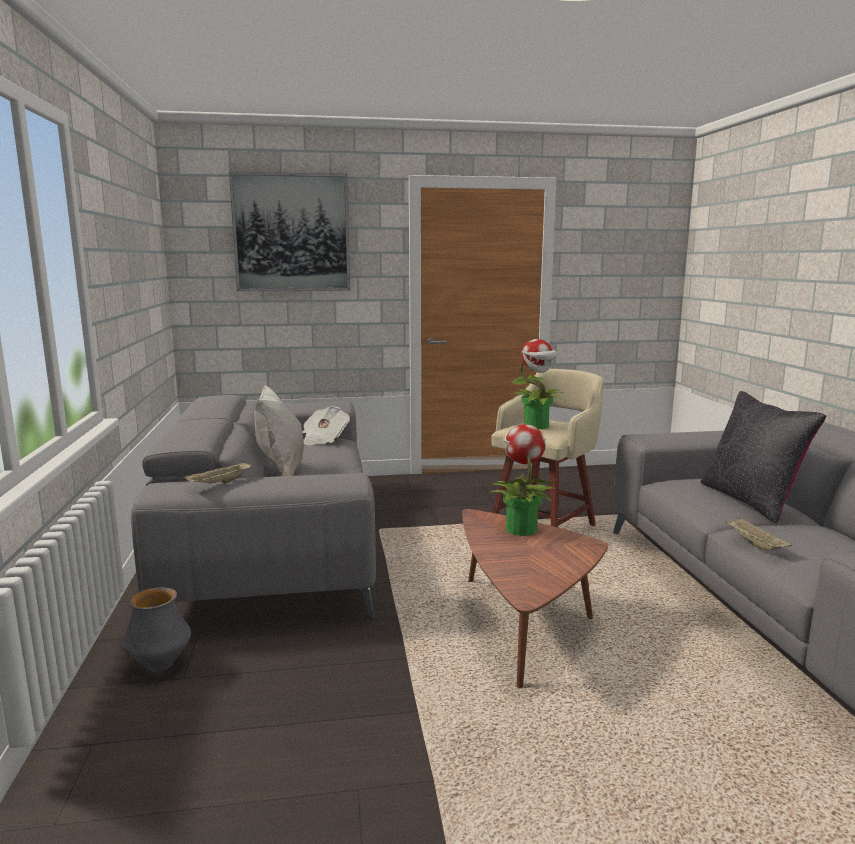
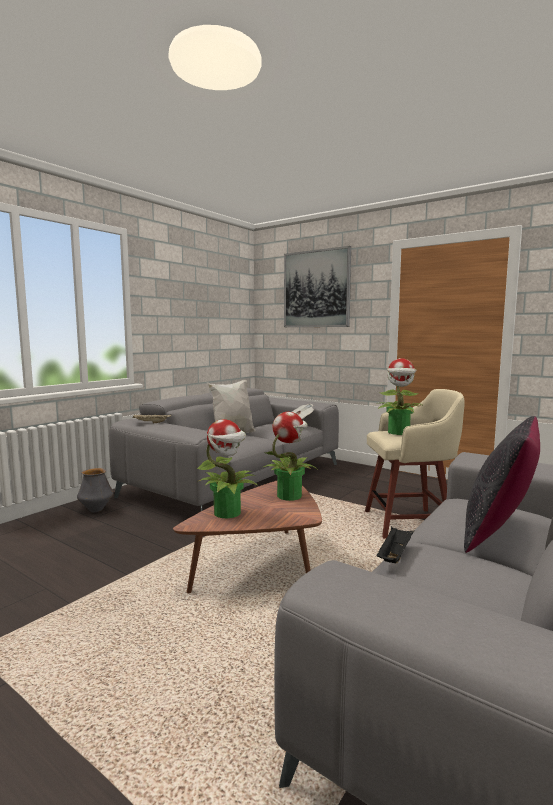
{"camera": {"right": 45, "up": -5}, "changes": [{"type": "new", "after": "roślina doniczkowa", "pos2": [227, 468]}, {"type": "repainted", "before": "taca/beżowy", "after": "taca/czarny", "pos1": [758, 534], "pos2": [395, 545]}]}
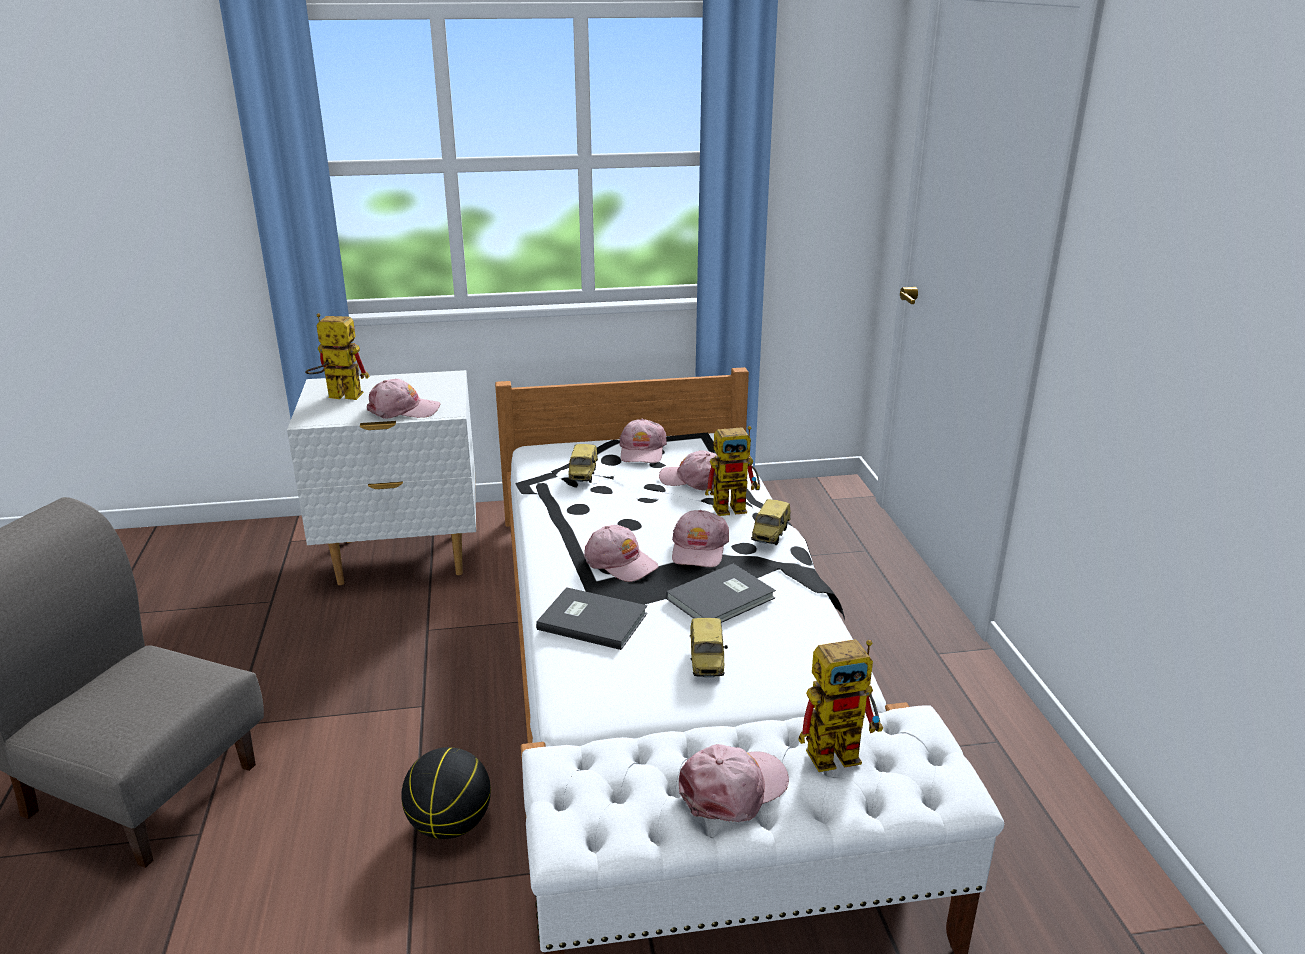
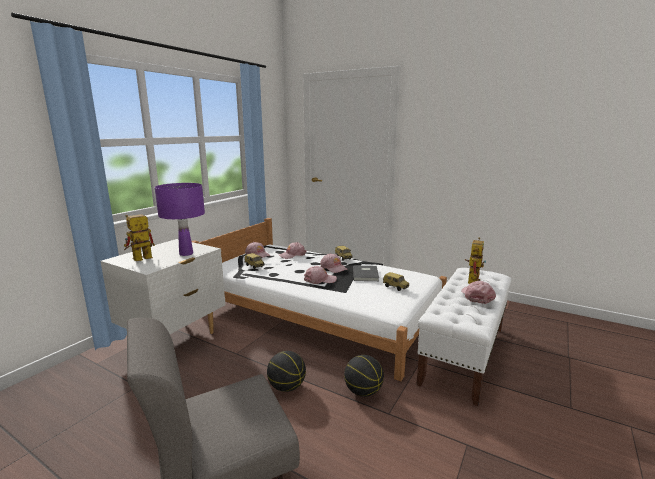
{"camera": {"right": -50, "up": -10}, "changes": [{"type": "gone", "before": "książka/szary", "pos1": [591, 618]}, {"type": "gone", "before": "robot zabawkowy", "pos1": [732, 471]}, {"type": "new", "after": "piłka do koszykówki", "pos2": [286, 371]}, {"type": "swapped", "before": "czapka z daszkiem/różowy", "after": "lampa stołowa/fioletowy", "pos1": [403, 399], "pos2": [180, 219]}]}
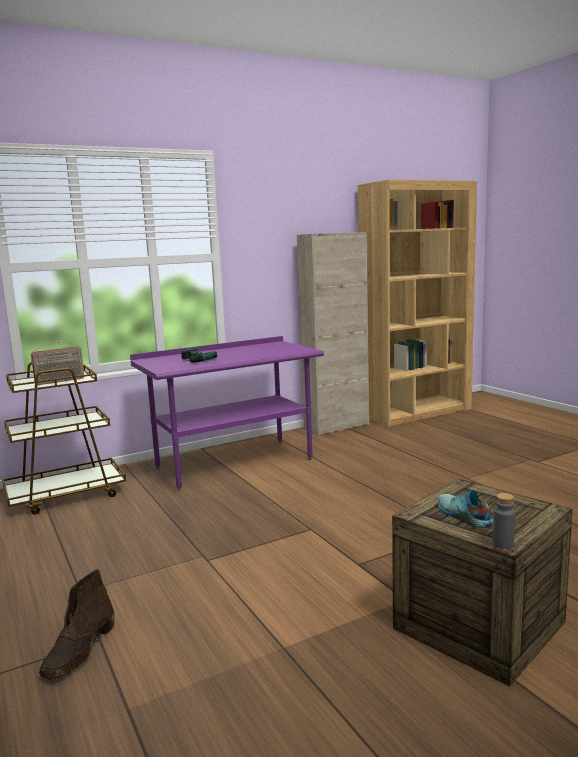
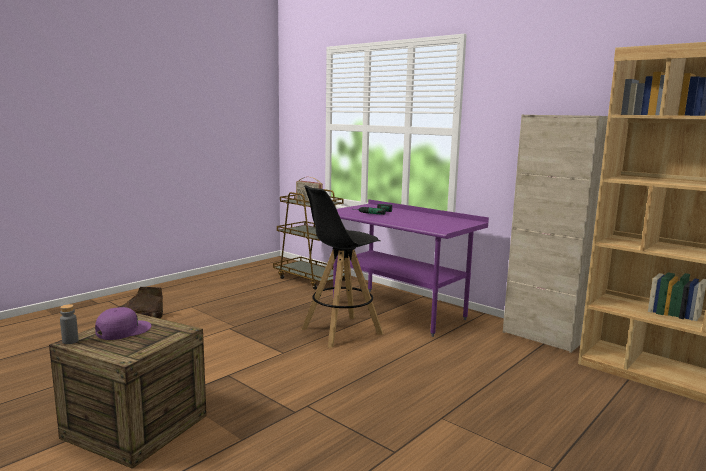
{"camera": {"right": 70, "up": 0}, "changes": [{"type": "new", "after": "stołek/czarny", "pos2": [342, 266]}, {"type": "swapped", "before": "but", "after": "czapka z daszkiem/fioletowy", "pos1": [466, 509], "pos2": [123, 323]}]}
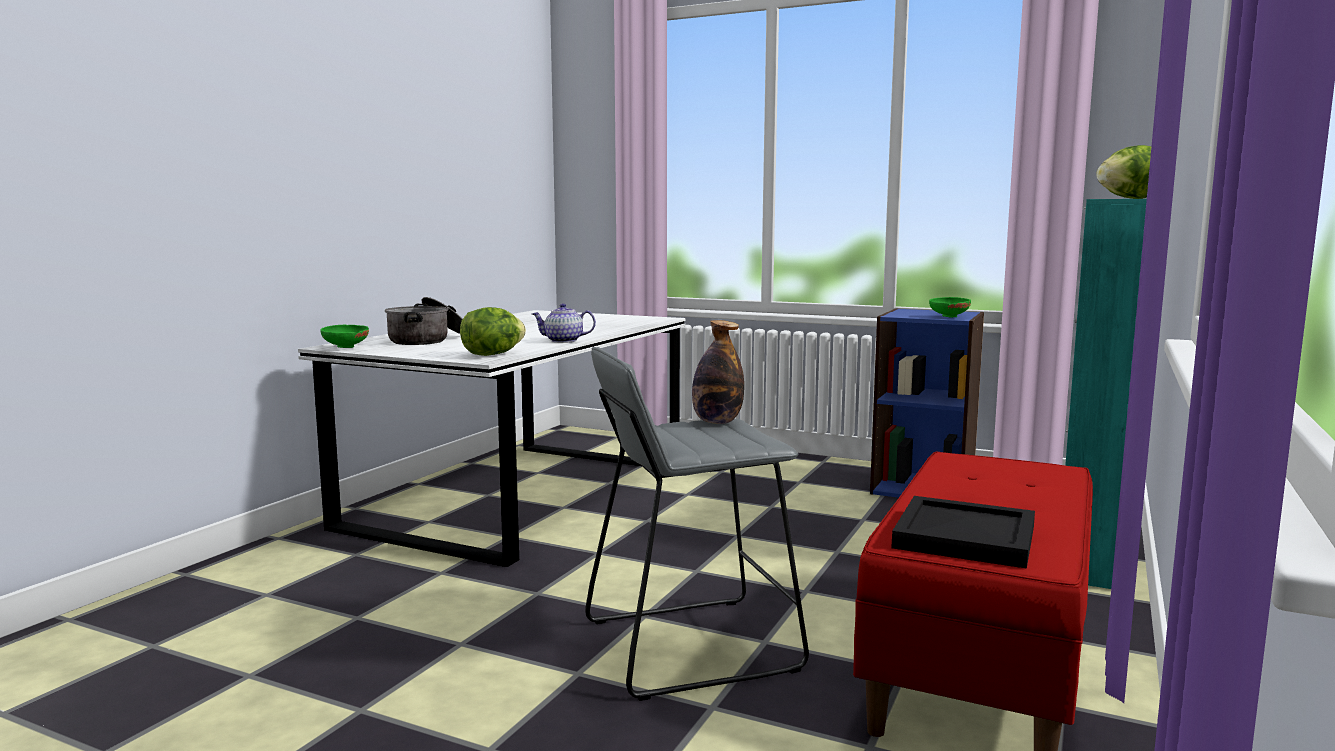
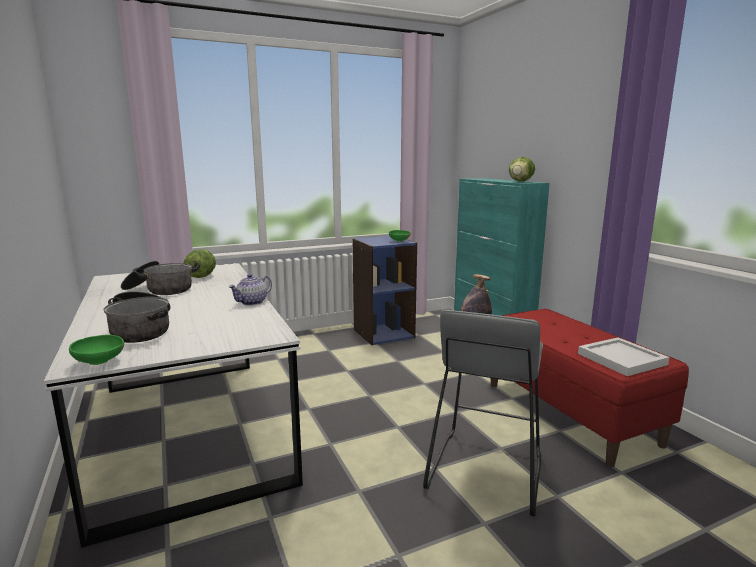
{"camera": {"right": -50, "up": 5}, "changes": [{"type": "new", "after": "garnek", "pos2": [160, 278]}, {"type": "shifted", "before": "sałata", "pos1": [493, 331], "pos2": [200, 263]}, {"type": "repainted", "before": "taca/czarny", "after": "taca/biały", "pos1": [963, 532], "pos2": [623, 356]}]}
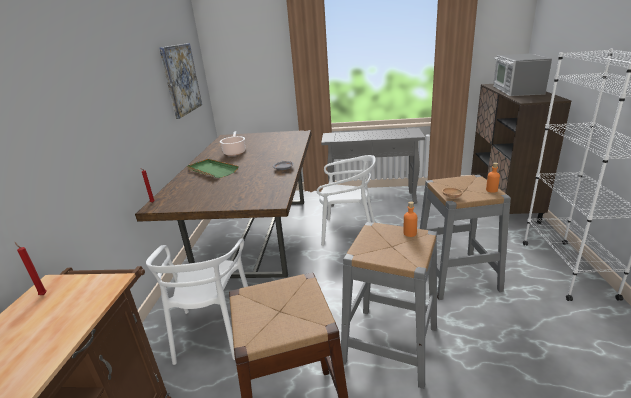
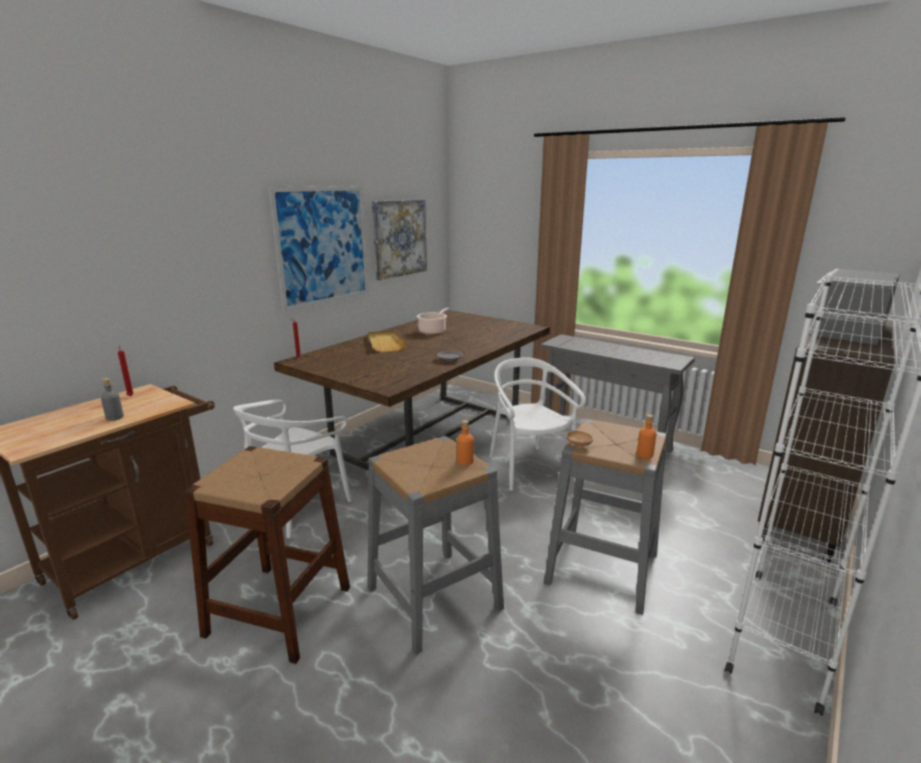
{"camera": {"right": 30, "up": -5}, "changes": [{"type": "new", "after": "butelka/szary", "pos2": [112, 399]}, {"type": "new", "after": "obraz", "pos2": [319, 249]}, {"type": "repainted", "before": "taca/zielony", "after": "taca/beżowy", "pos1": [213, 168], "pos2": [388, 341]}, {"type": "rotated", "before": "krzesło/biały", "pos1": [346, 200], "pos2": [537, 424], "turn": -150}]}
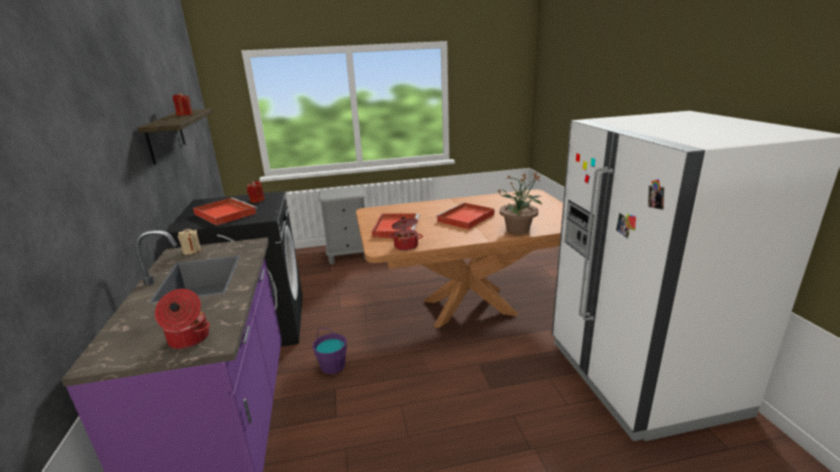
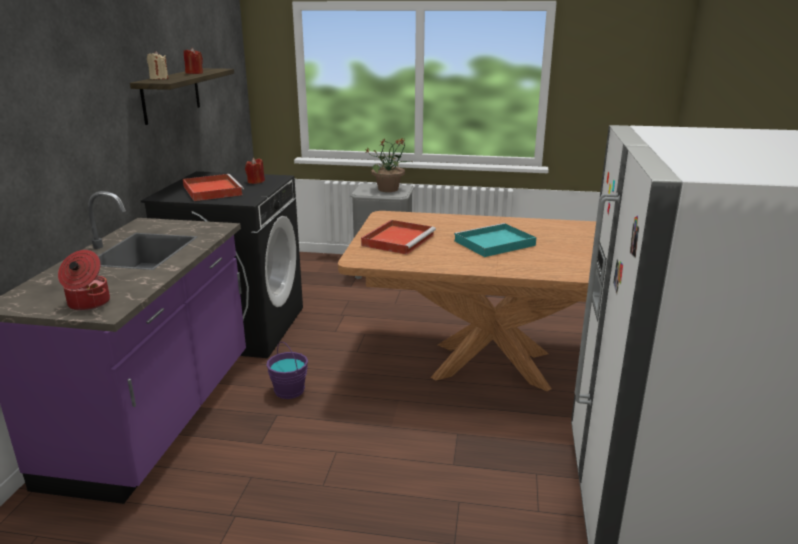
{"camera": {"right": 20, "up": 0}, "changes": [{"type": "gone", "before": "garnek", "pos1": [406, 234]}, {"type": "shifted", "before": "świeca/beżowy", "pos1": [189, 241], "pos2": [157, 65]}, {"type": "shifted", "before": "roślina doniczkowa", "pos1": [519, 203], "pos2": [389, 165]}, {"type": "repainted", "before": "taca/czerwony", "after": "taca/turkusowy", "pos1": [465, 215], "pos2": [495, 240]}]}
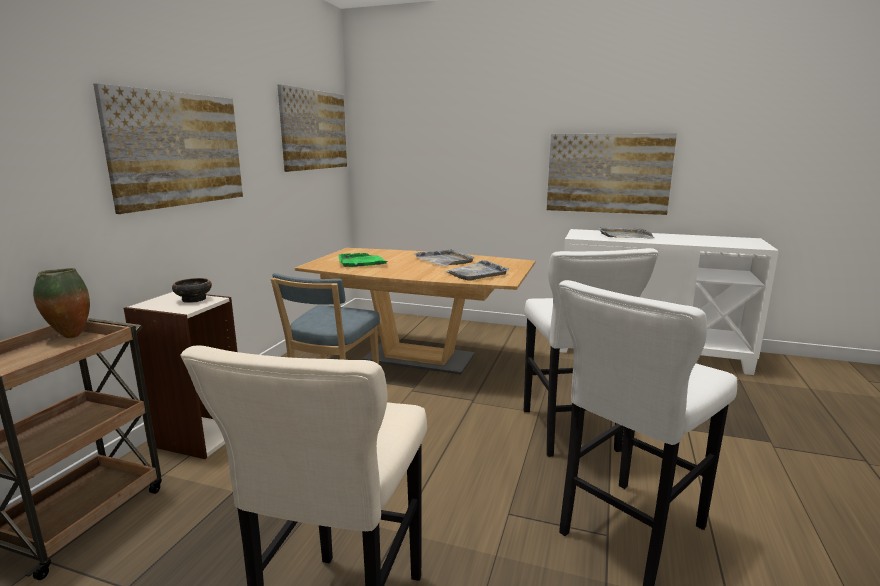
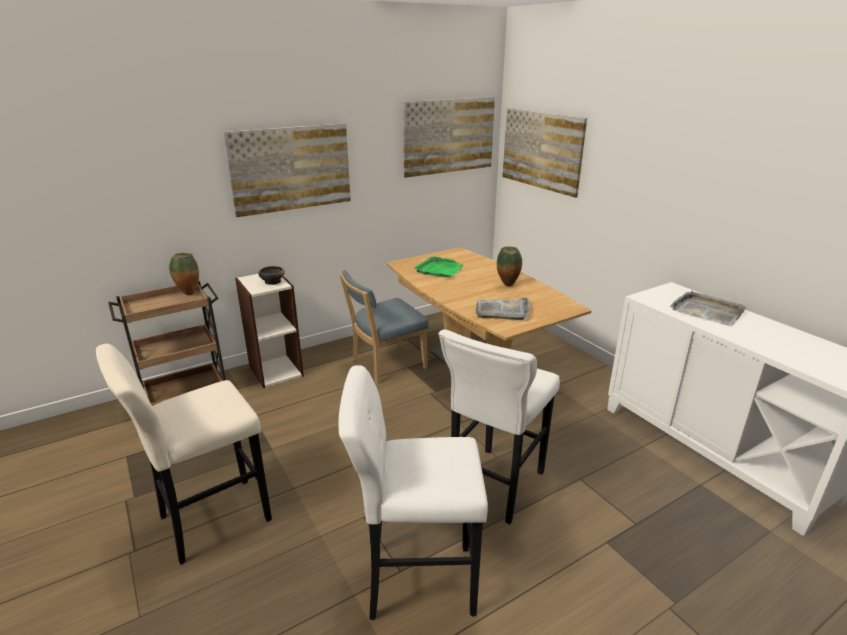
{"camera": {"right": 40, "up": 10}, "changes": [{"type": "shifted", "before": "obraz", "pos1": [612, 174], "pos2": [545, 153]}, {"type": "swapped", "before": "taca/szary", "after": "wazon", "pos1": [444, 257], "pos2": [509, 267]}]}
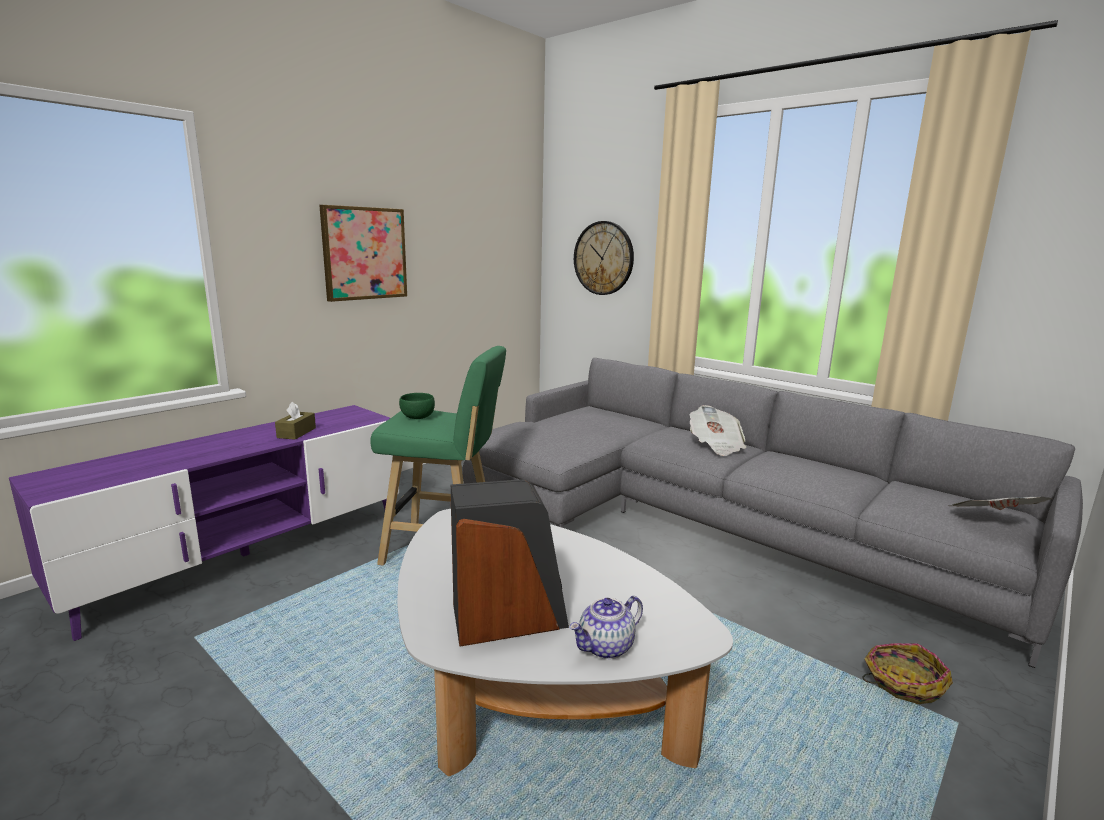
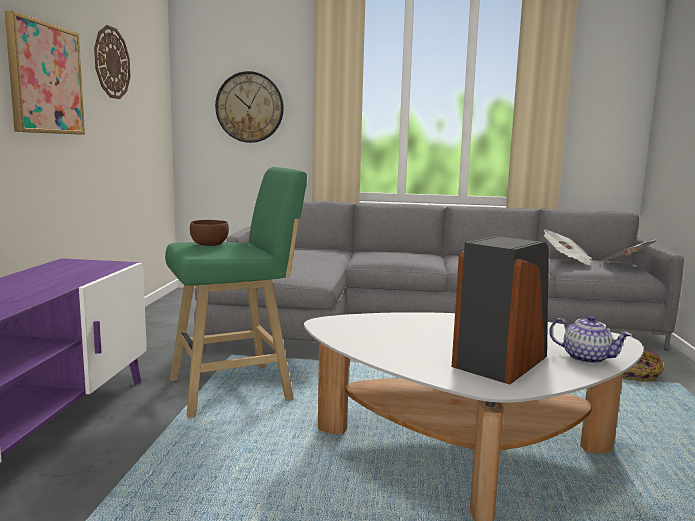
{"camera": {"right": -35, "up": -5}, "changes": [{"type": "gone", "before": "pudełko chusteczek/brązowy", "pos1": [295, 421]}, {"type": "new", "after": "zegar ścienny", "pos2": [112, 62]}, {"type": "shifted", "before": "gazeta", "pos1": [718, 430], "pos2": [567, 247]}, {"type": "repainted", "before": "miska/zielony", "after": "miska/brązowy", "pos1": [417, 406], "pos2": [209, 233]}, {"type": "rotated", "before": "imbryk", "pos1": [606, 627], "pos2": [590, 339], "turn": -75}]}
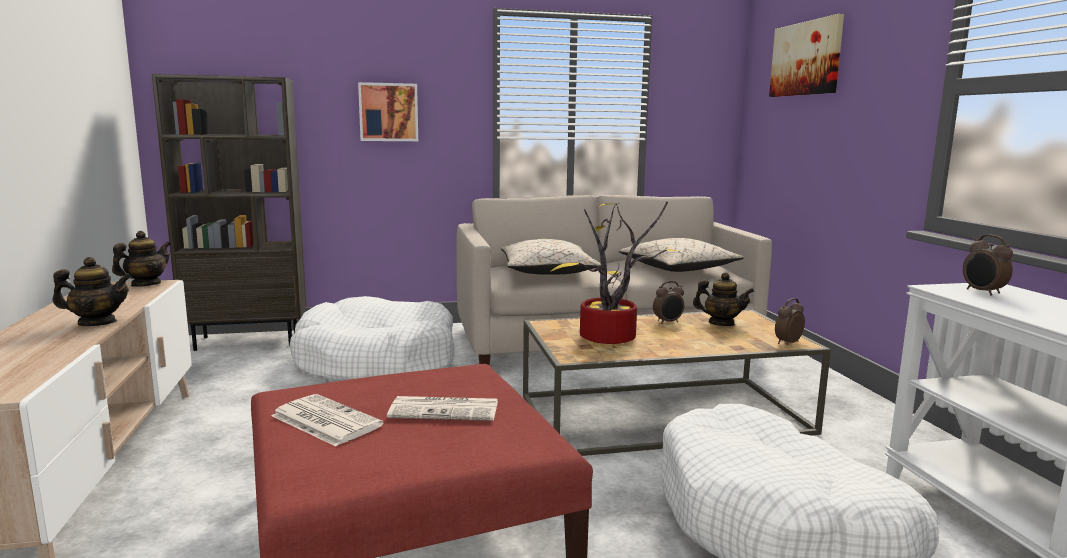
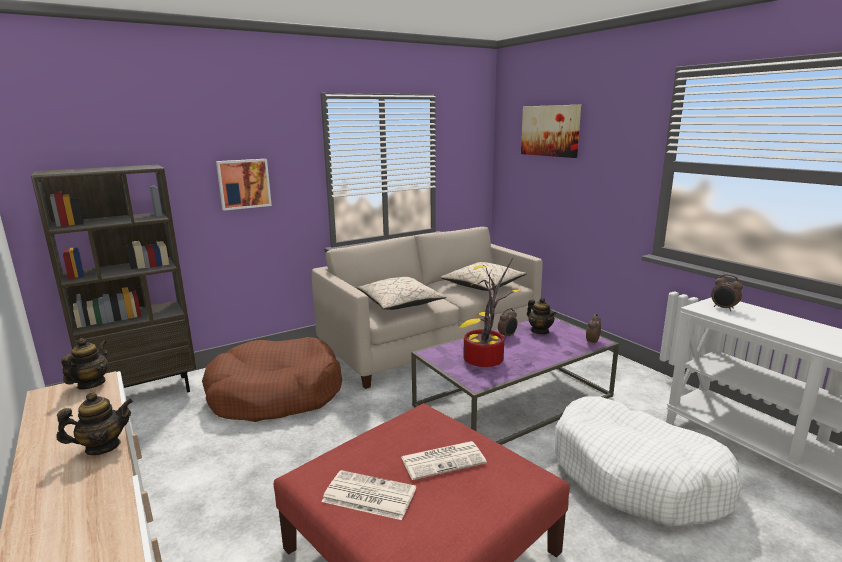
{"camera": {"right": -20, "up": 5}, "changes": [{"type": "repainted", "before": "legowisko/biały", "after": "legowisko/brązowy", "pos1": [372, 338], "pos2": [272, 379]}, {"type": "repainted", "before": "ława/brązowy", "after": "ława/fioletowy", "pos1": [677, 383], "pos2": [515, 381]}, {"type": "rotated", "before": "imbryk", "pos1": [723, 299], "pos2": [541, 315], "turn": 60}]}
